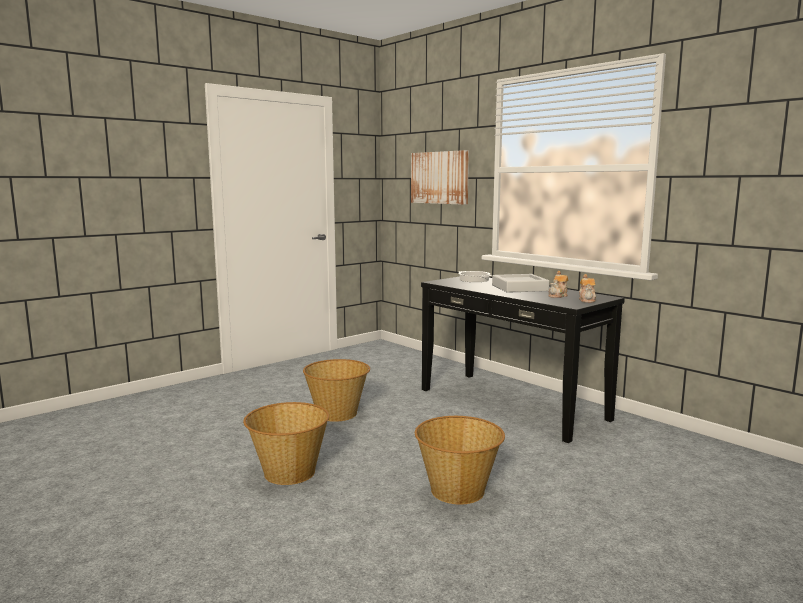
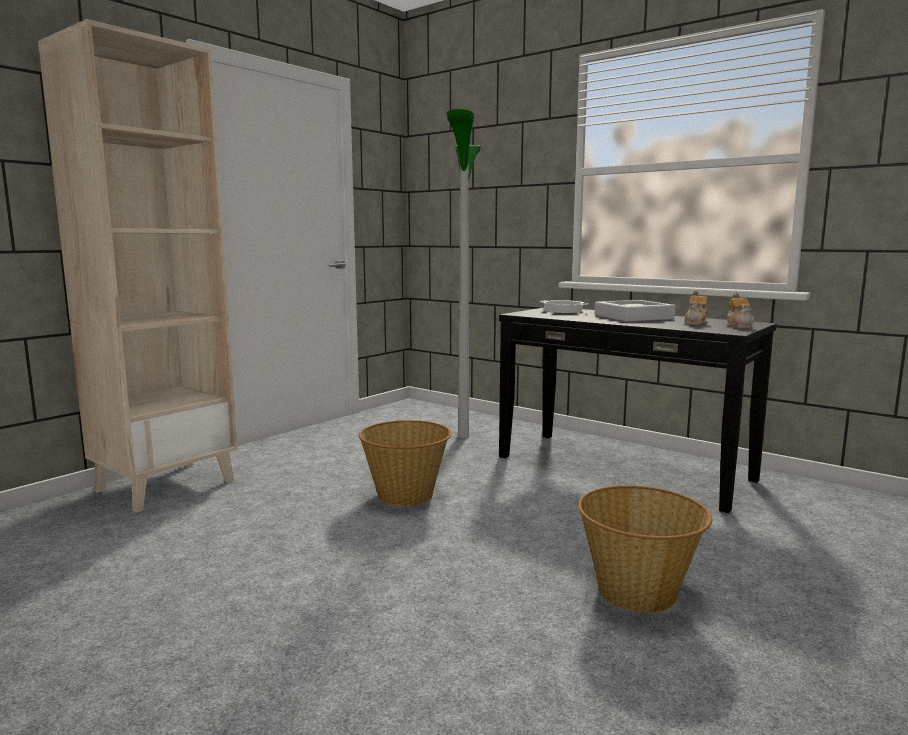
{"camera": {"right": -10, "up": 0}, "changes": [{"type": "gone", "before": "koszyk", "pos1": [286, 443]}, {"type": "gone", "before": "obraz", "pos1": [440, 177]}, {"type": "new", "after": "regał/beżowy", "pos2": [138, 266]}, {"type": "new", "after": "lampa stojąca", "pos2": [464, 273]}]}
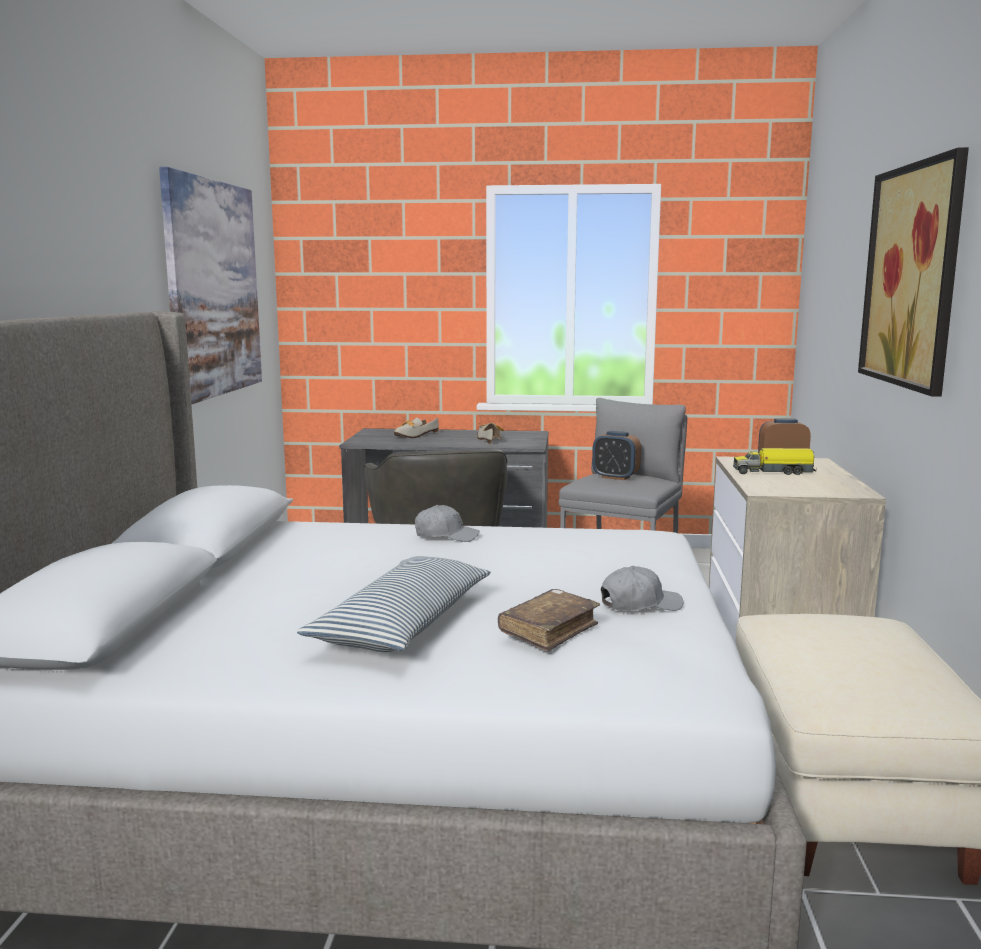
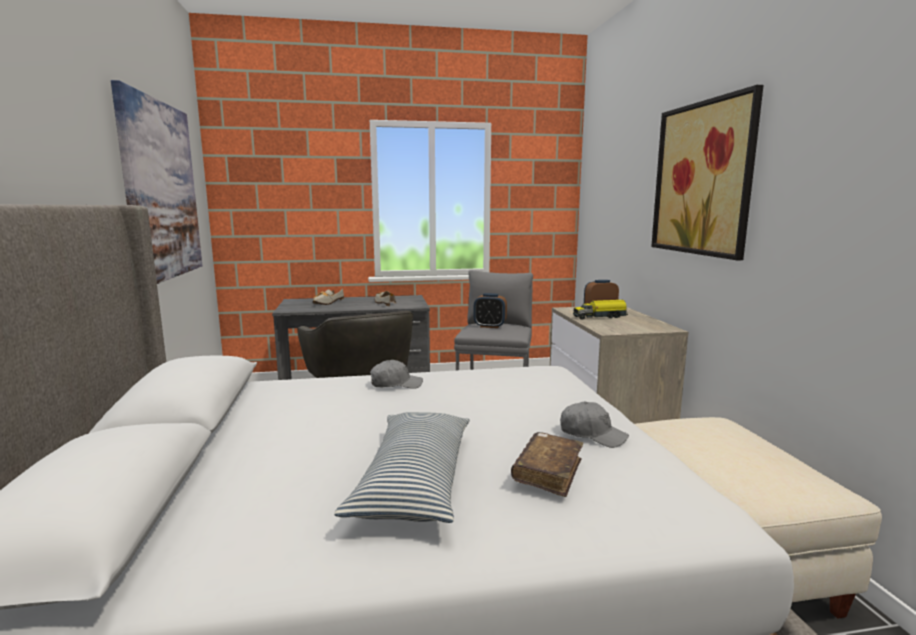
{"camera": {"right": -15, "up": 0}, "changes": [{"type": "rotated", "before": "czapka z daszkiem/szary", "pos1": [642, 588], "pos2": [594, 425], "turn": 60}]}
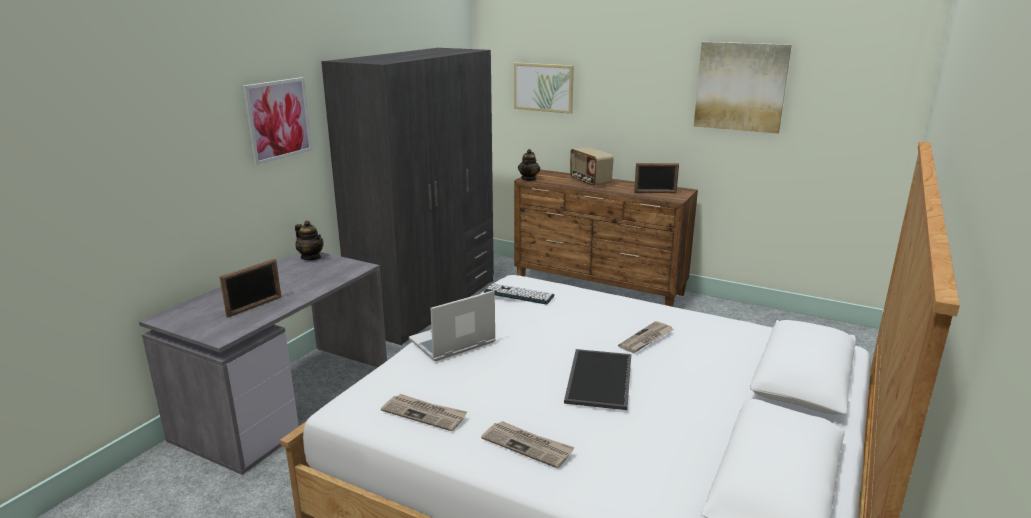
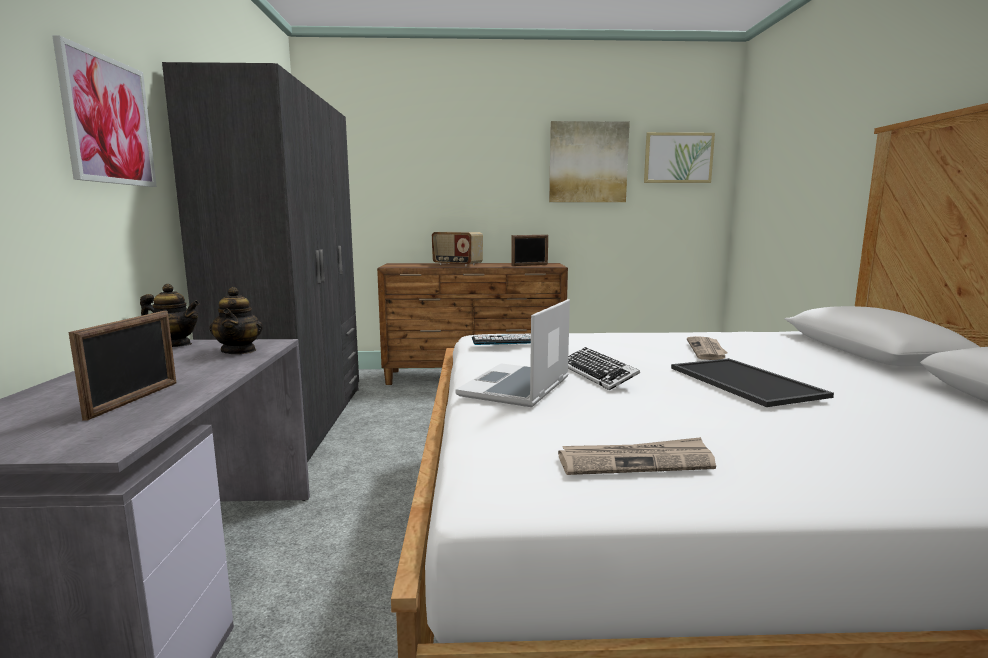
{"camera": {"right": -30, "up": -10}, "changes": [{"type": "gone", "before": "gazeta", "pos1": [528, 444]}, {"type": "new", "after": "klawiatura", "pos2": [604, 368]}, {"type": "shifted", "before": "obraz", "pos1": [544, 88], "pos2": [679, 157]}, {"type": "shifted", "before": "imbryk", "pos1": [529, 165], "pos2": [236, 320]}]}
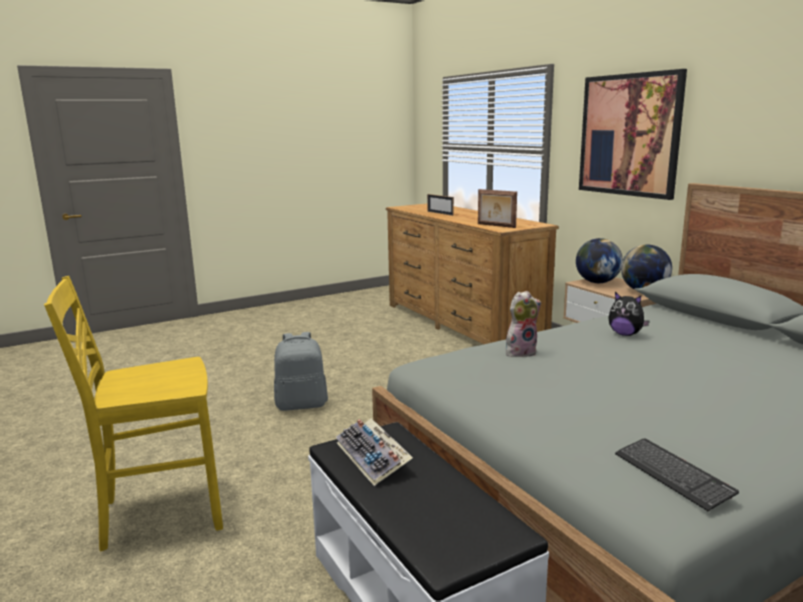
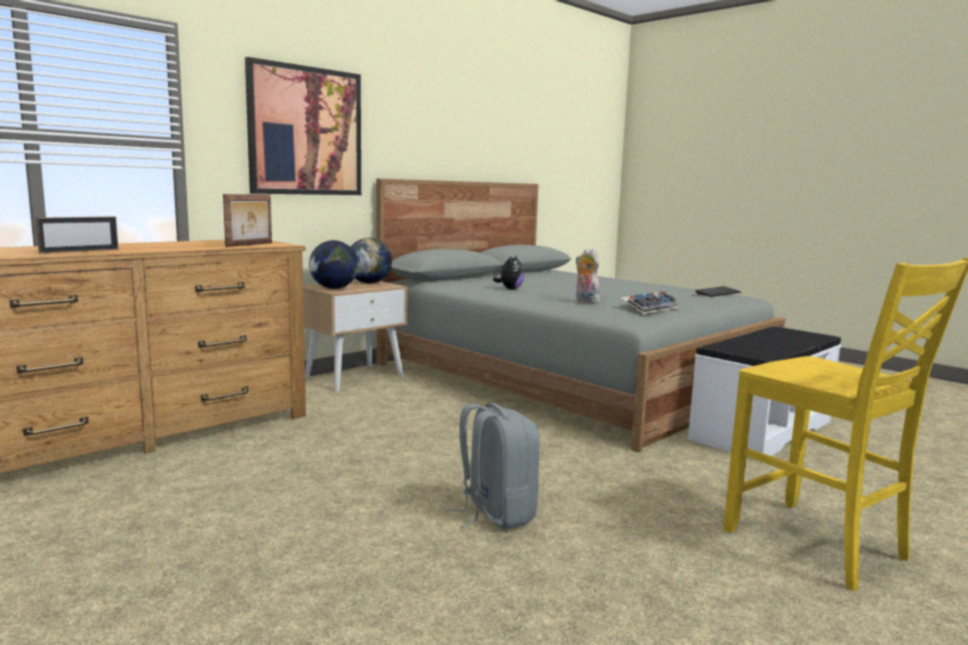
{"camera": {"right": -105, "up": -5}, "changes": [{"type": "shifted", "before": "klawiatura", "pos1": [374, 452], "pos2": [649, 302]}]}
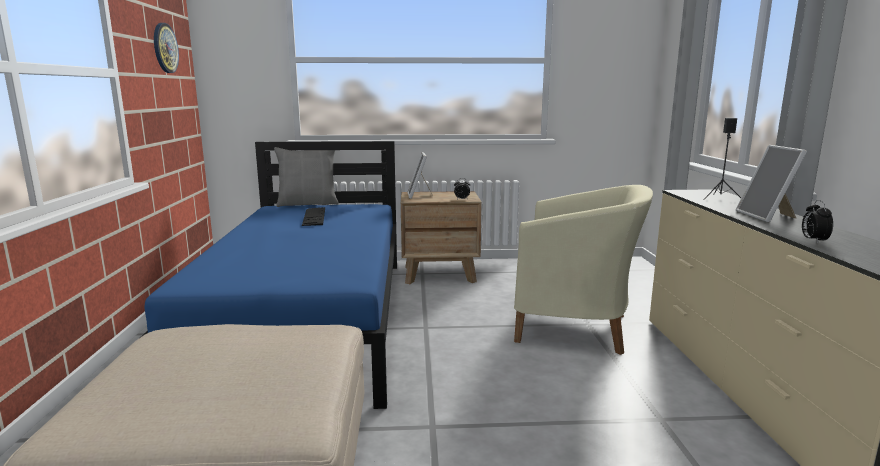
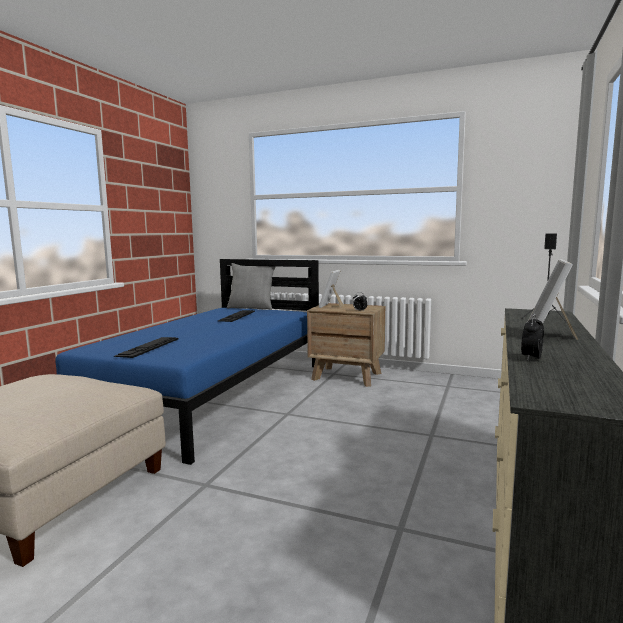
{"camera": {"right": 25, "up": -5}, "changes": [{"type": "gone", "before": "zegar ścienny", "pos1": [166, 48]}, {"type": "gone", "before": "fotel/beżowy", "pos1": [583, 270]}, {"type": "new", "after": "klawiatura", "pos2": [146, 347]}]}
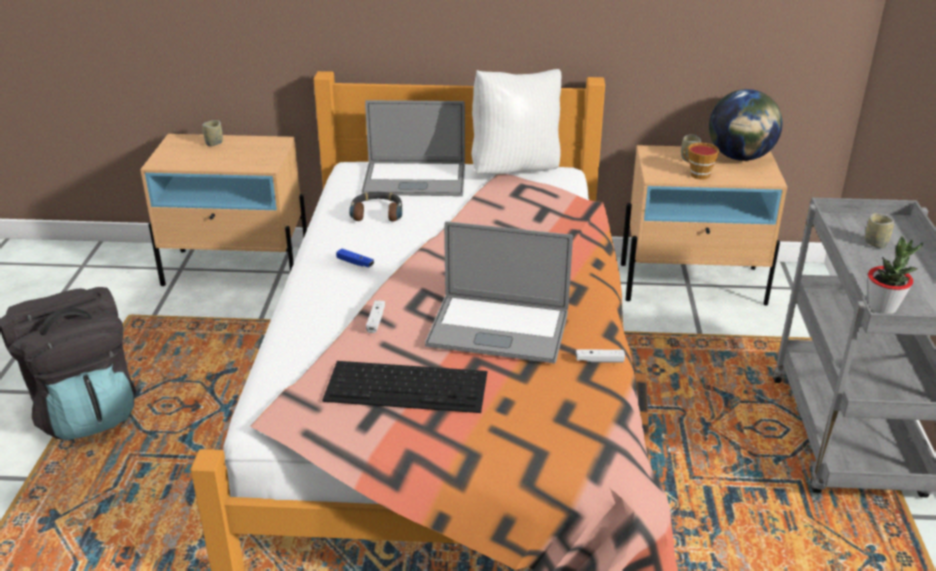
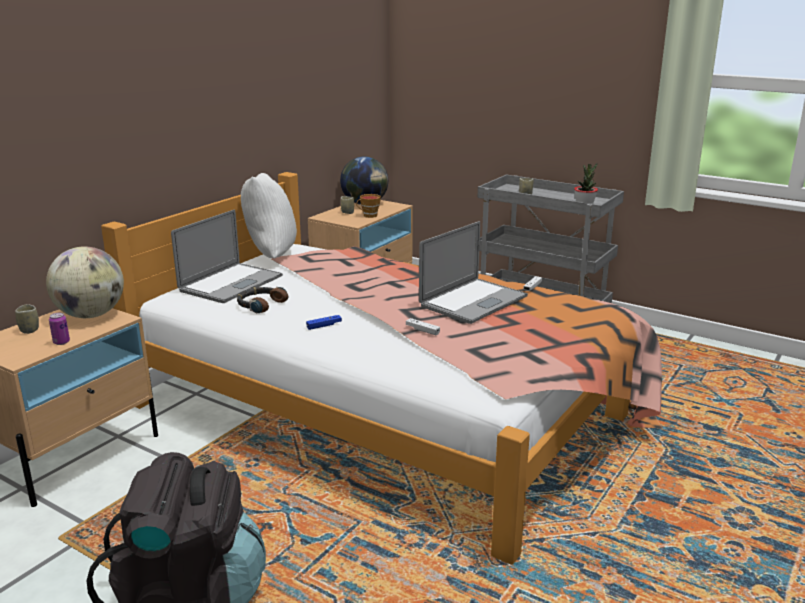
{"camera": {"right": -60, "up": -10}, "changes": [{"type": "gone", "before": "klawiatura", "pos1": [404, 387]}, {"type": "new", "after": "globus", "pos2": [85, 282]}, {"type": "new", "after": "puszka", "pos2": [59, 329]}]}
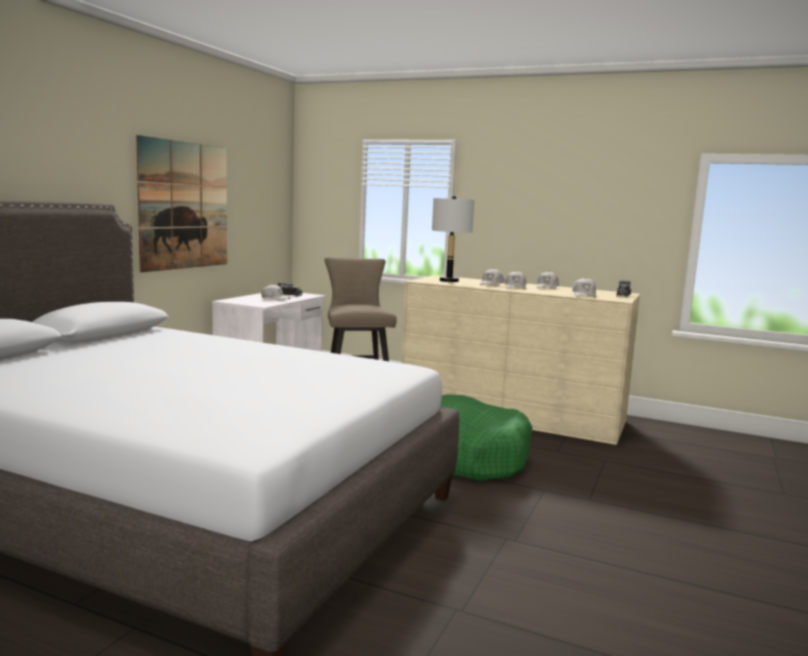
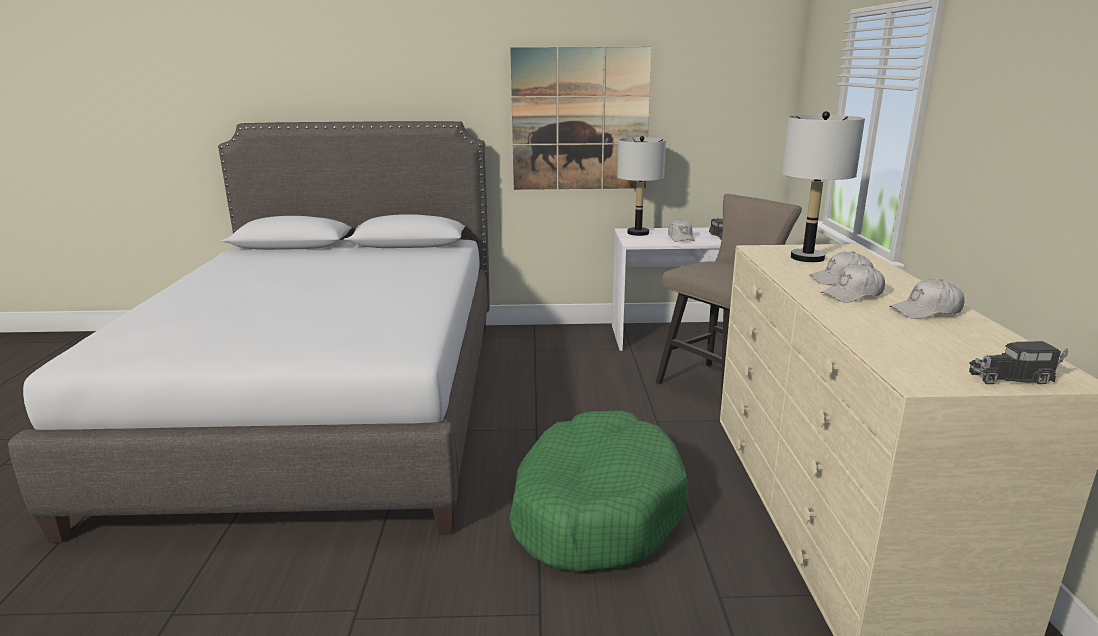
{"camera": {"right": 65, "up": 10}, "changes": [{"type": "gone", "before": "czapka z daszkiem/biały", "pos1": [584, 288]}, {"type": "new", "after": "lampa stołowa/szary", "pos2": [641, 186]}]}
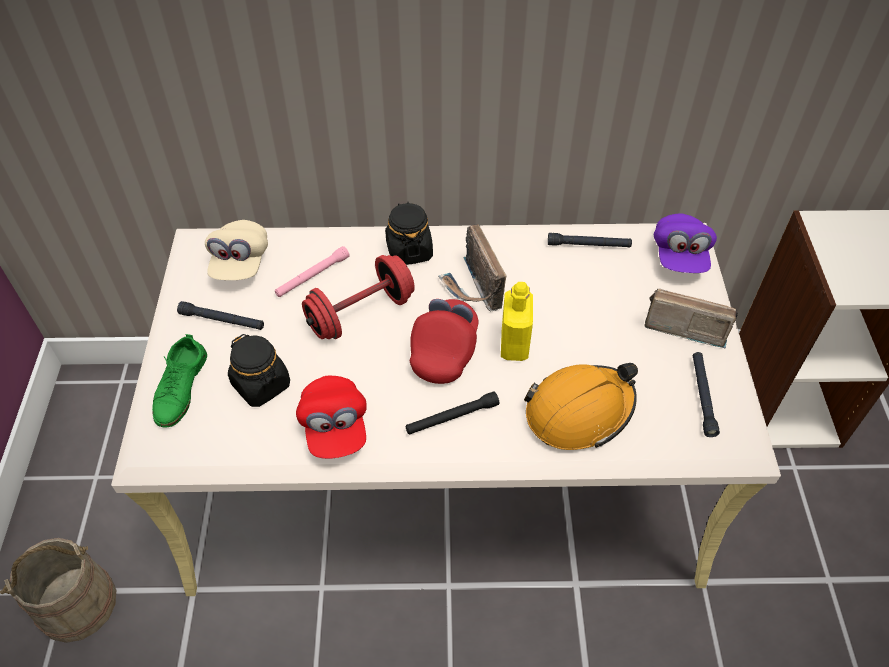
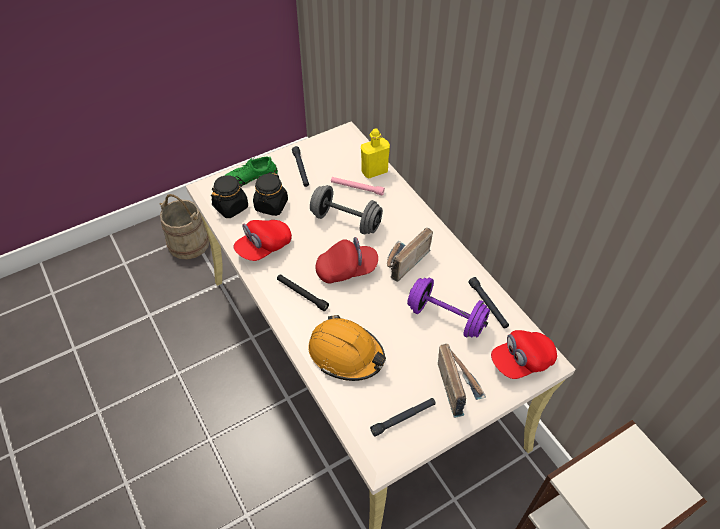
{"camera": {"right": 60, "up": 0}, "changes": [{"type": "gone", "before": "czapka z daszkiem/beżowy", "pos1": [236, 250]}, {"type": "new", "after": "hantel/fioletowy", "pos2": [448, 307]}, {"type": "shifted", "before": "słoik/czarny", "pos1": [409, 233], "pos2": [229, 196]}, {"type": "shifted", "before": "butelka/żółty", "pos1": [517, 321], "pos2": [375, 153]}, {"type": "repainted", "before": "hantel/czerwony", "after": "hantel/szary", "pos1": [358, 297], "pos2": [346, 210]}, {"type": "repainted", "before": "czapka z daszkiem/fioletowy", "after": "czapka z daszkiem/czerwony", "pos1": [685, 243], "pos2": [524, 354]}]}
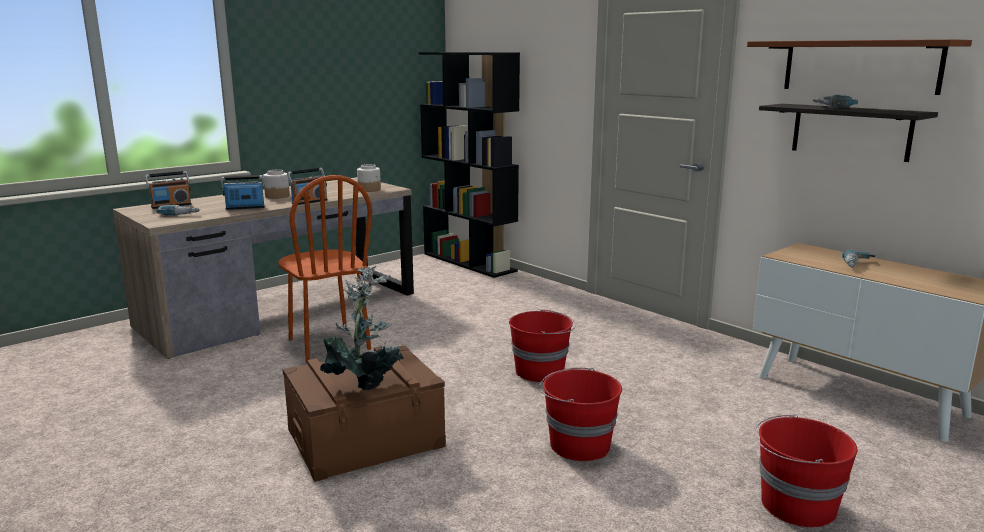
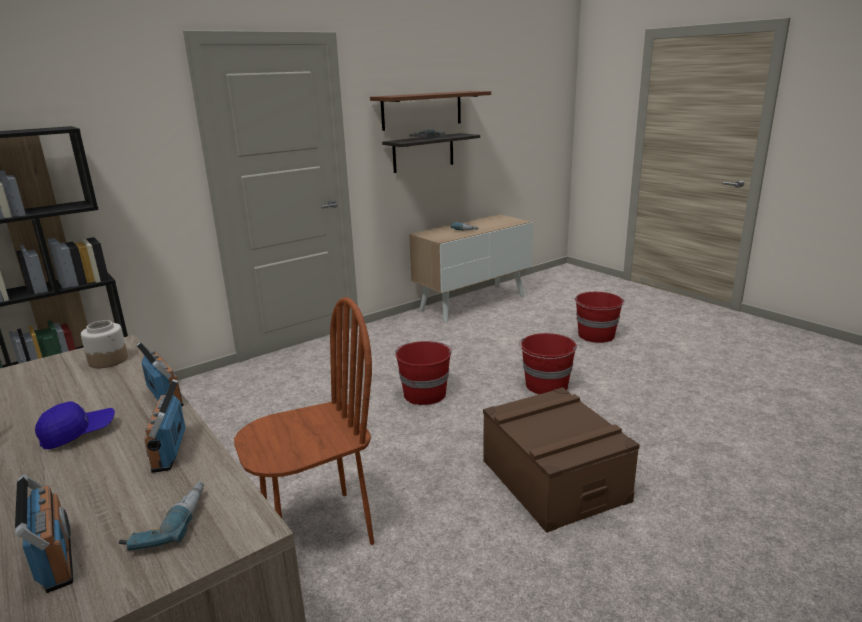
{"camera": {"right": -85, "up": 5}, "changes": [{"type": "gone", "before": "roślina doniczkowa", "pos1": [362, 328]}, {"type": "swapped", "before": "słoik", "after": "czapka z daszkiem/niebieski", "pos1": [276, 184], "pos2": [75, 425]}]}
